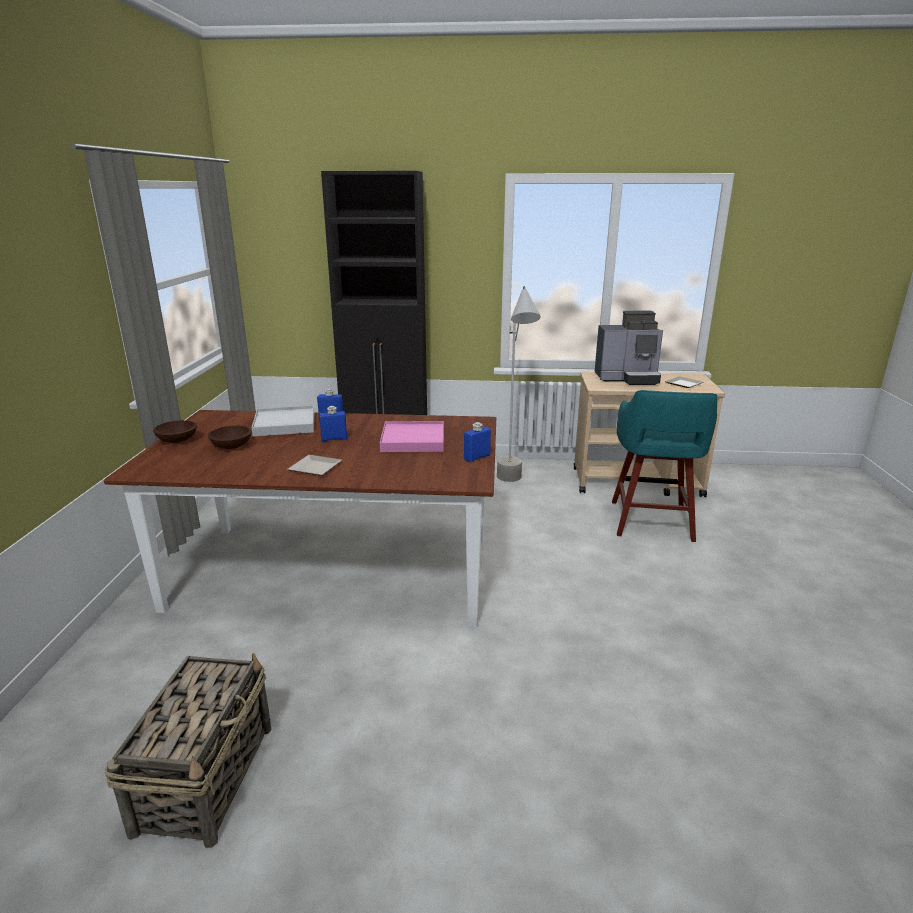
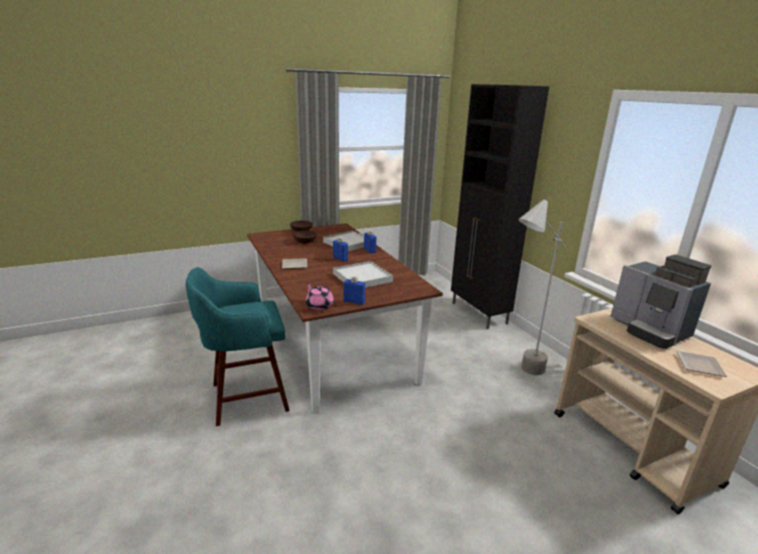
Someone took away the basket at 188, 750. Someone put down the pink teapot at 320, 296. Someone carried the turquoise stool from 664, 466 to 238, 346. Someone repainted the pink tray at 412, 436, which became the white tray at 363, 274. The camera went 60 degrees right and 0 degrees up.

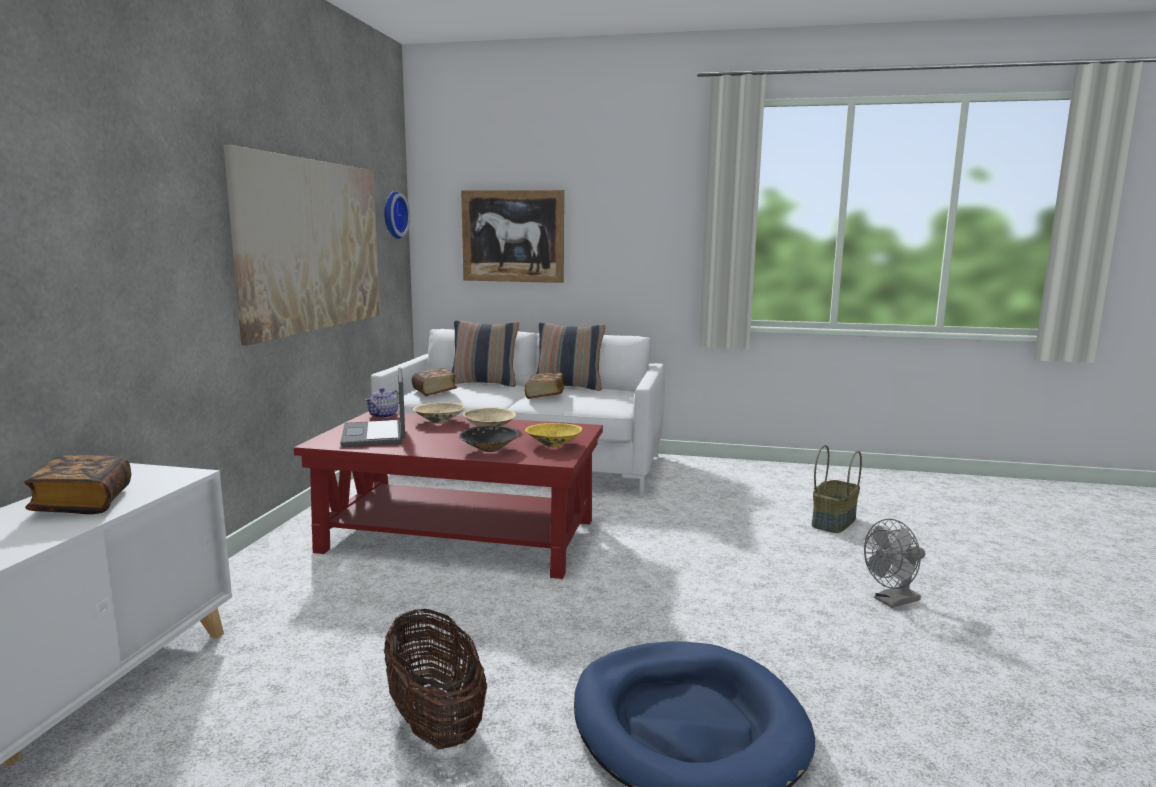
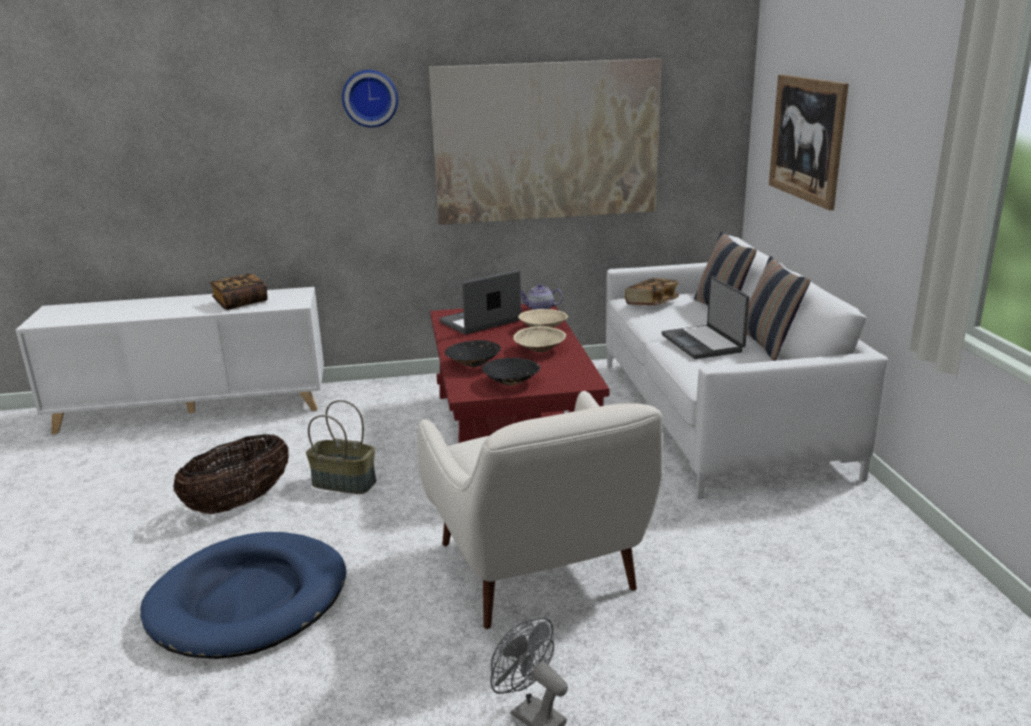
Someone put down the white armchair at 540, 510. Someone carried the wall clock from 397, 215 to 370, 99. Someone carried the basket from 837, 489 to 341, 447. Someone swapped the book at 544, 385 for the laptop at 705, 317. Someone repainted the yellow bowl at 553, 435, which became the black bowl at 511, 372. The camera went 70 degrees right and 10 degrees up.

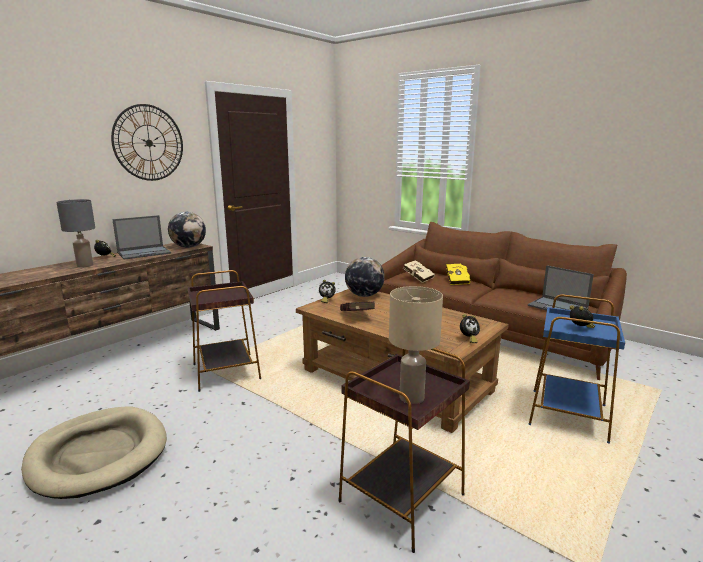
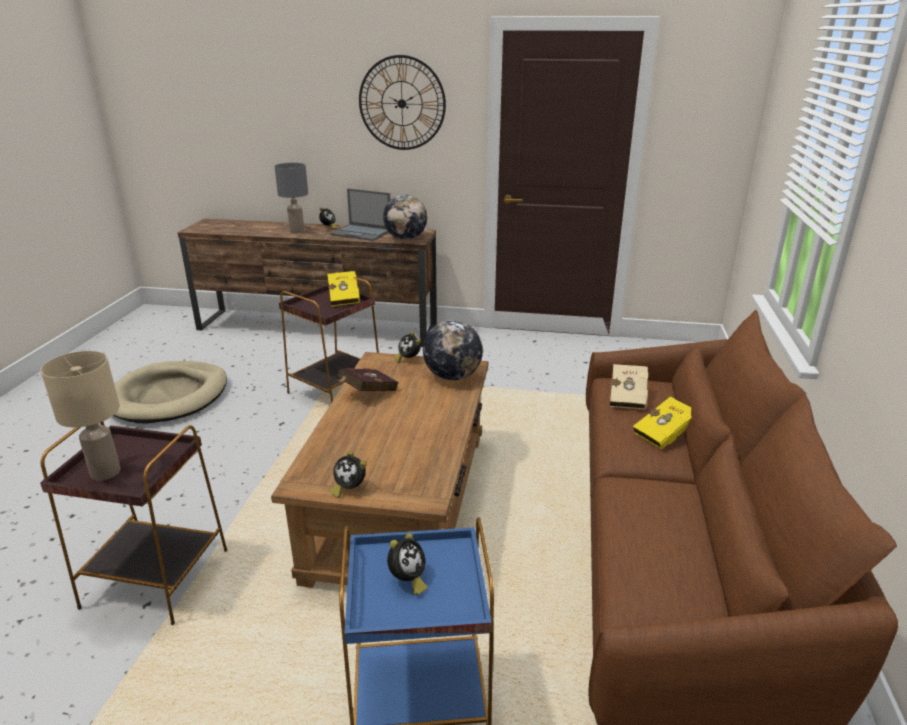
Someone took away the laptop at 561, 288. Someone put down the yellow book at 343, 288. The camera went 60 degrees right and 10 degrees up.

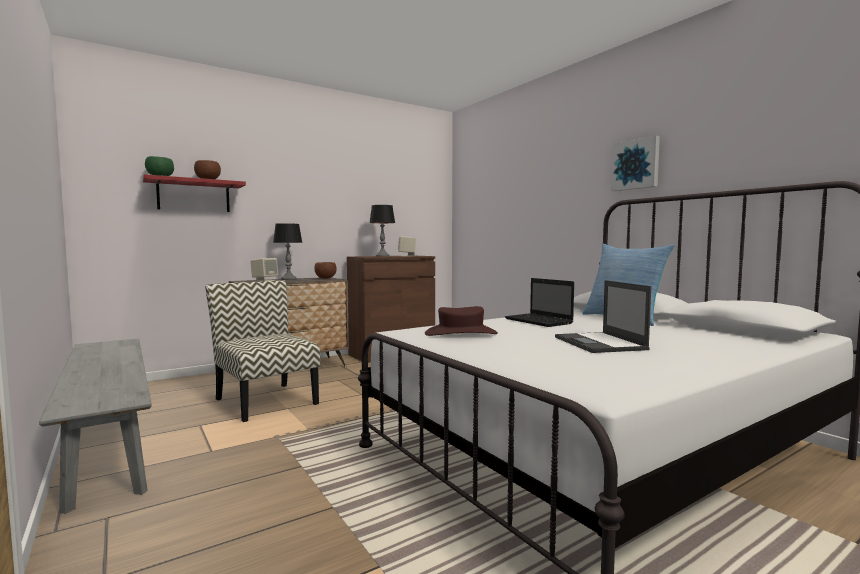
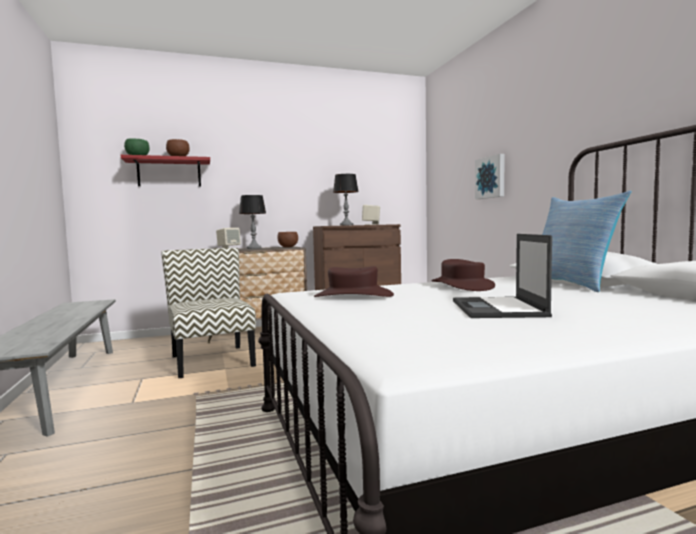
Someone carried the picture from 635, 163 to 490, 176. Someone swapped the laptop at 539, 302 for the brown hat at 463, 275. The camera went 15 degrees right and 0 degrees up.

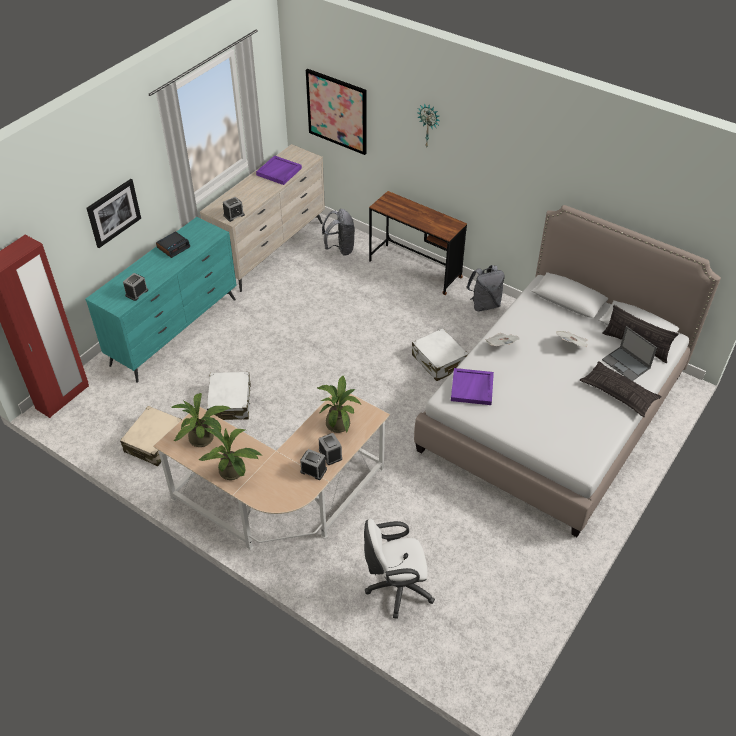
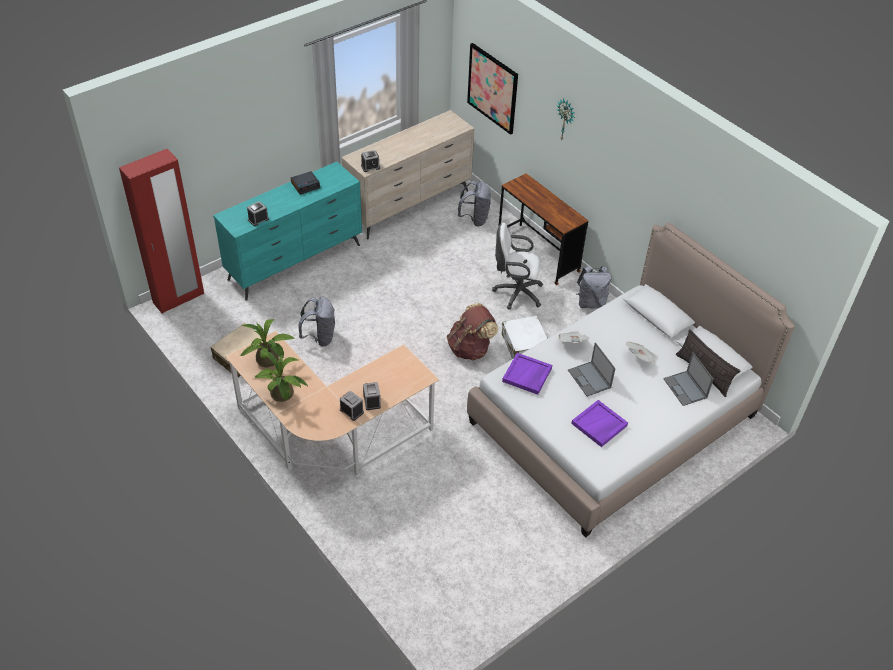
Someone took away the picture at 113, 213. Someone took away the potted plant at 339, 404. Someone took away the pillow at 621, 389. Someone put down the brown backpack at 472, 332. Someone put down the laptop at 592, 369. Someone carried the purple tray from 279, 170 to 599, 423. Someone carried the white office chair from 399, 569 to 517, 266. Someone swapped the white suitcase at 229, 396 for the grey backpack at 317, 322. The camera went 15 degrees right and 0 degrees up.

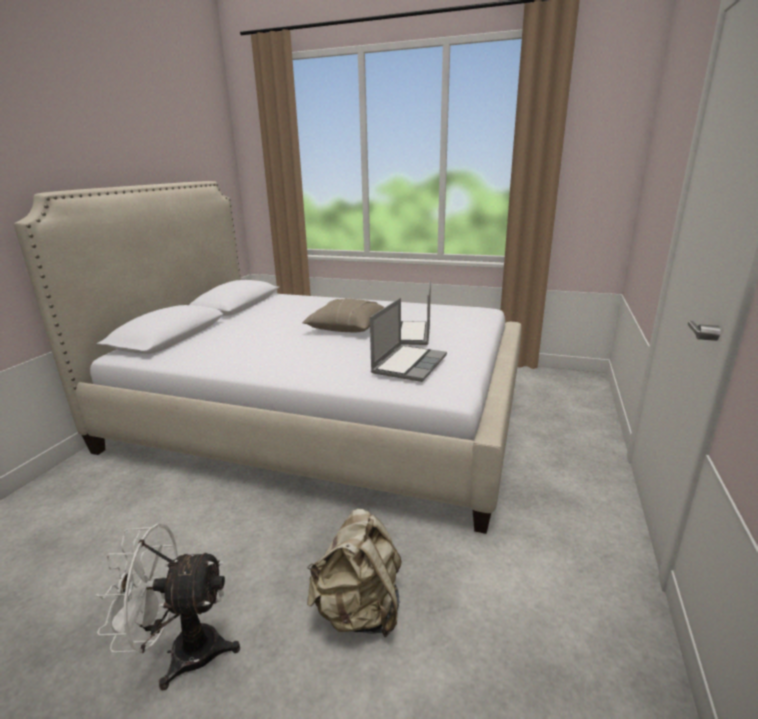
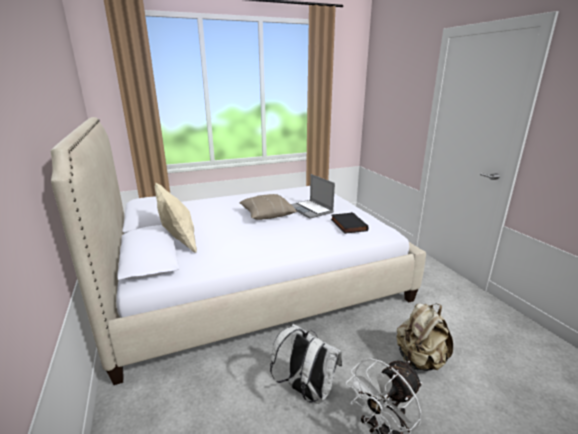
Someone put down the beige pillow at 176, 218. Someone put down the white backpack at 306, 364. Someone swapped the laptop at 408, 340 for the black book at 350, 223. The camera went 40 degrees left and 0 degrees up.

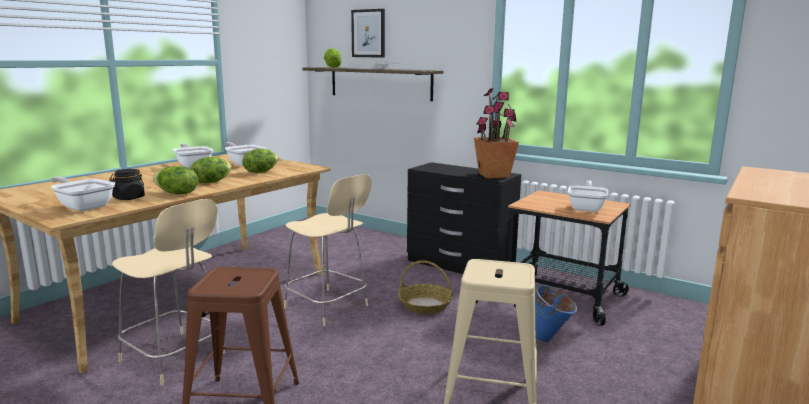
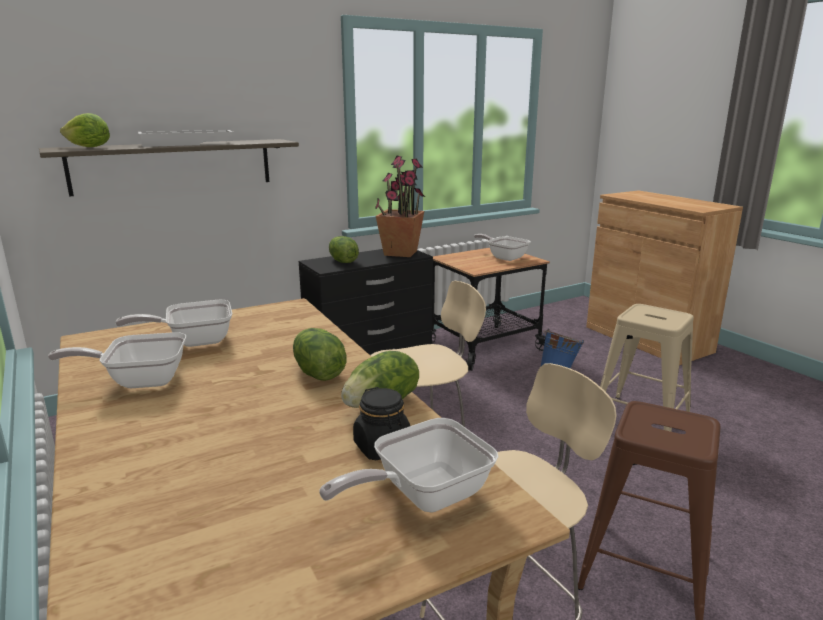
Someone took away the picture at 368, 33. Someone took away the basket at 425, 287. Someone carried the lettuce from 260, 161 to 344, 249. The camera went 65 degrees left and 5 degrees up.

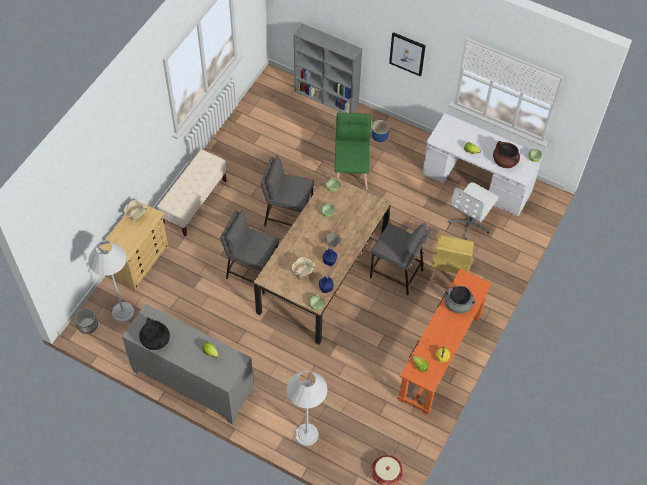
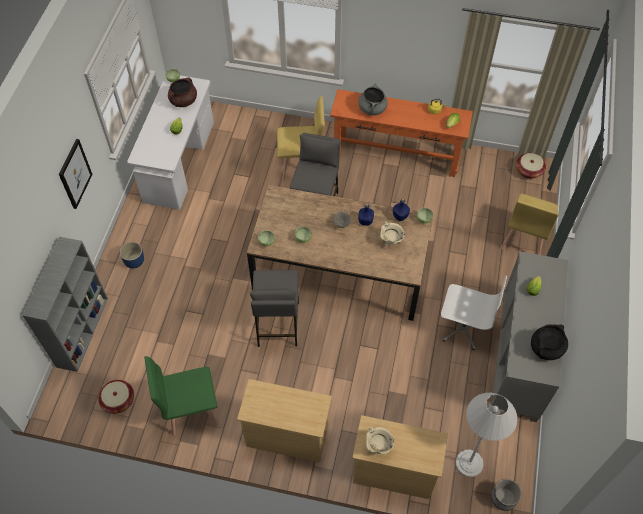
Someone took away the grey stool at 249, 252. Someone put down the basket at 116, 397. Someone carried the green chair from 353, 151 to 181, 396. Someone carried the white office chair from 474, 211 to 474, 312. Someone swapped the beige bench at 192, 193 for the beige dresser at 284, 420. Someone swapped the white floor lamp at 307, 408 for the yellow chair at 530, 224. The camera went 105 degrees left and 0 degrees up.

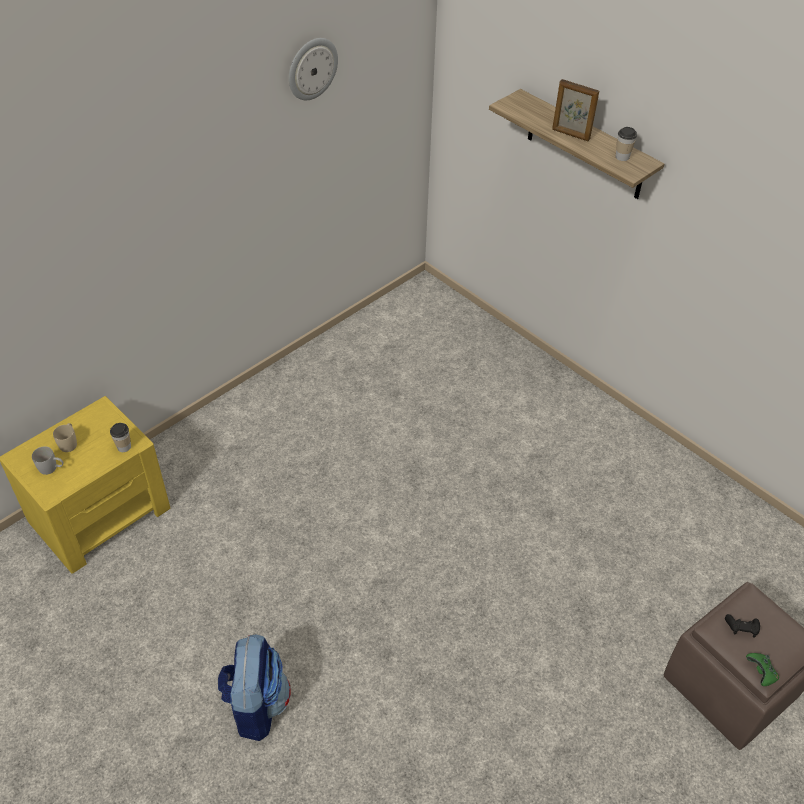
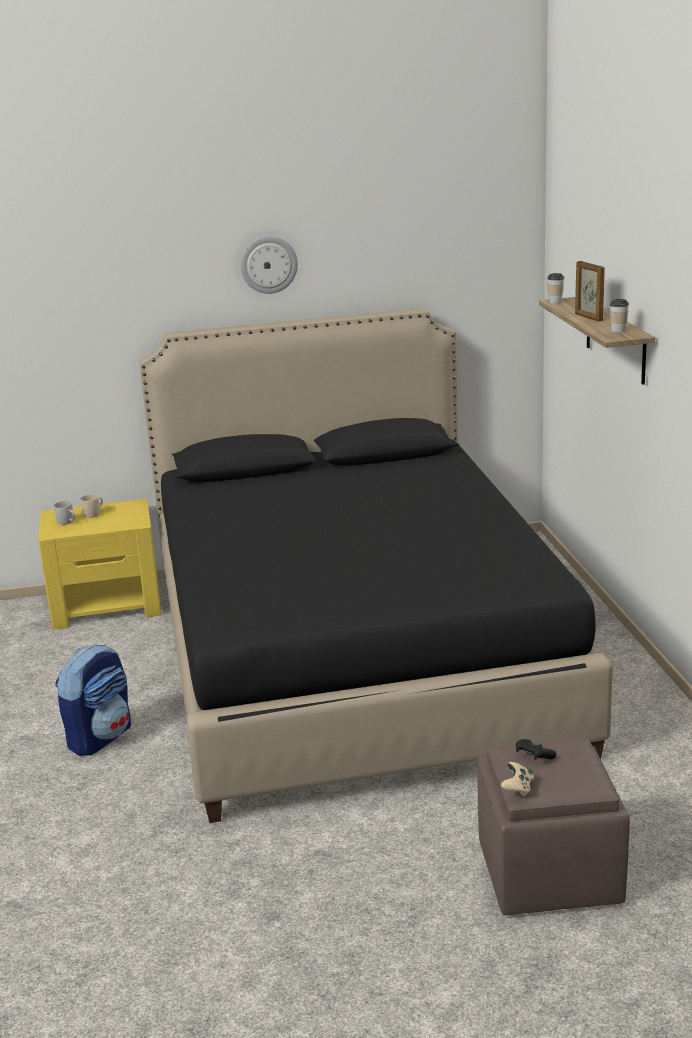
Someone put down the black bed at 376, 565. Someone carried the cup from 120, 437 to 556, 288. Someone carried the wall clock from 313, 69 to 269, 265. Someone repainted the green game controller at 762, 669, which became the beige game controller at 517, 779. The camera went 35 degrees right and 25 degrees down.

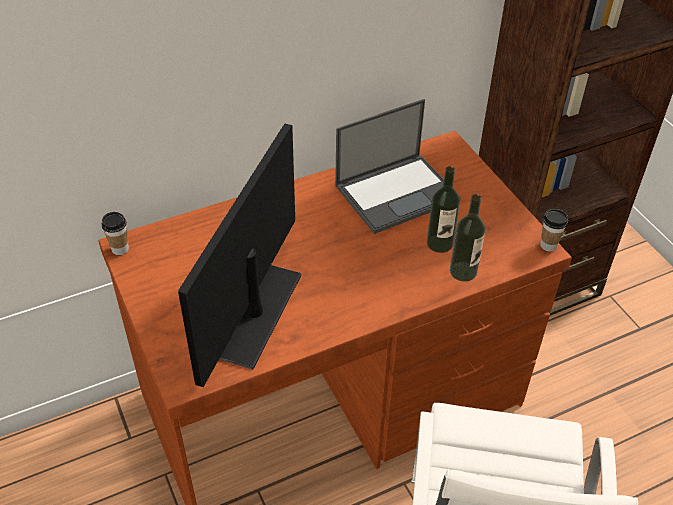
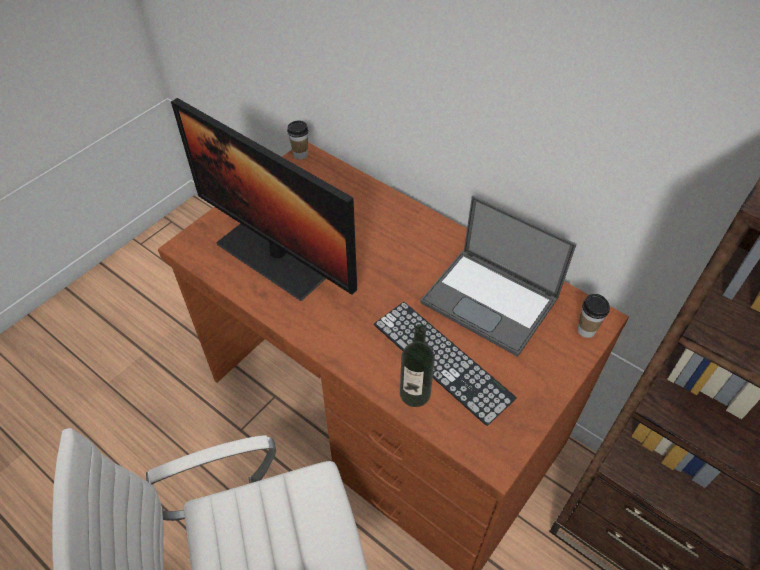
Someone carried the cup from 554, 230 to 593, 316. Someone swapped the bottle at 443, 209 for the keyboard at 445, 364. Someone rotated the monitor at 239, 255 by 135 degrees counterclockwise. The camera went 65 degrees right and 5 degrees up.

